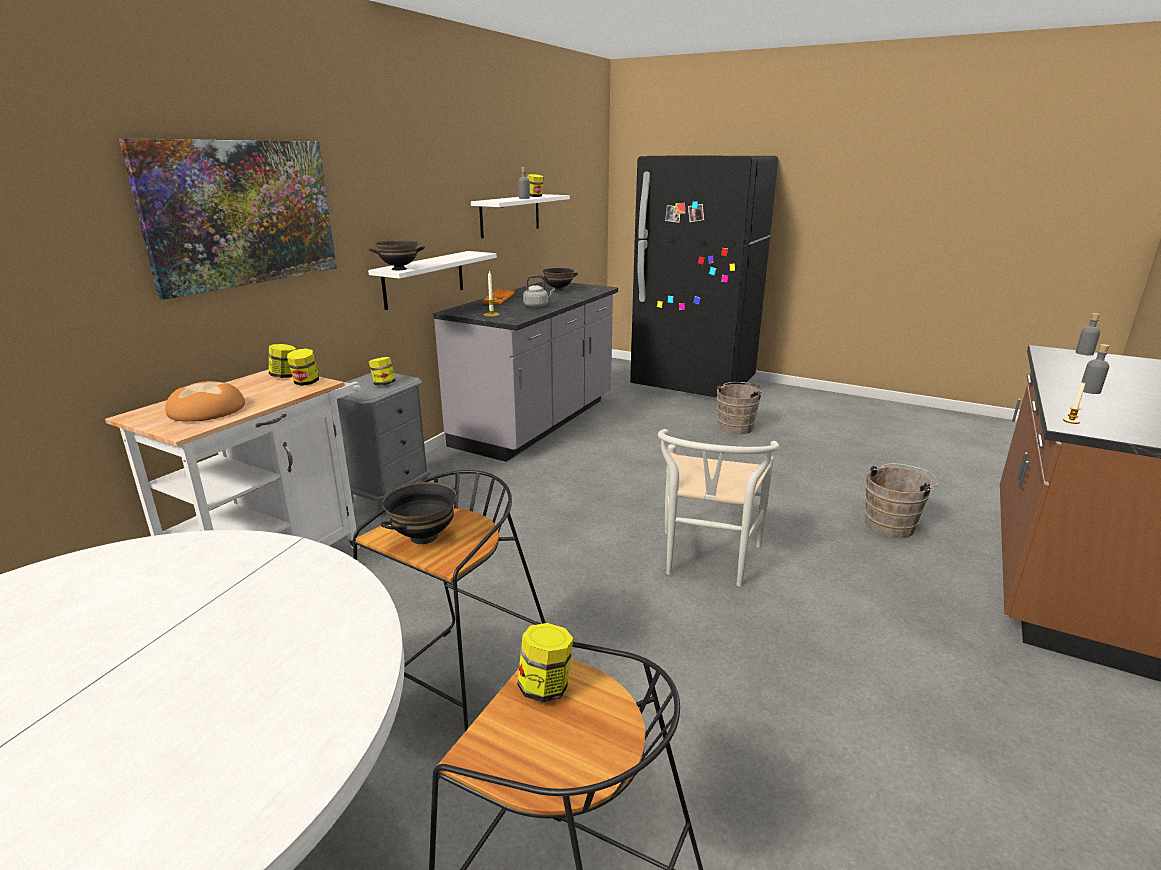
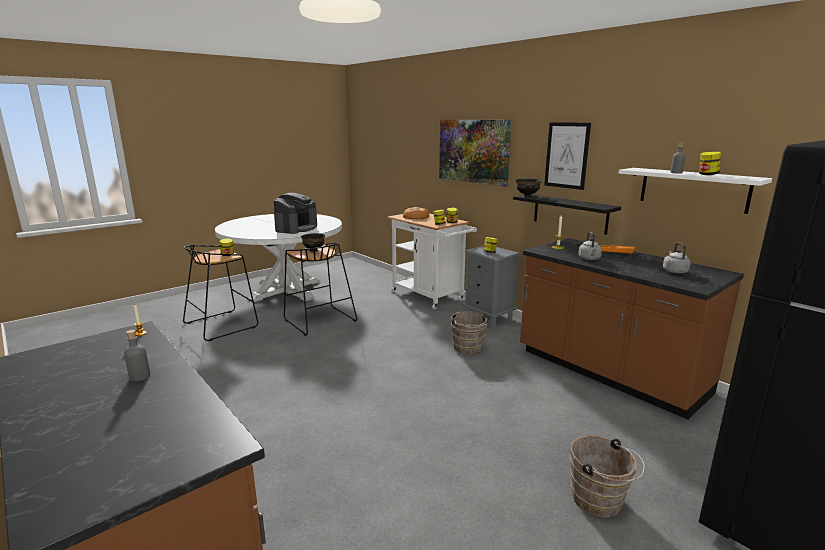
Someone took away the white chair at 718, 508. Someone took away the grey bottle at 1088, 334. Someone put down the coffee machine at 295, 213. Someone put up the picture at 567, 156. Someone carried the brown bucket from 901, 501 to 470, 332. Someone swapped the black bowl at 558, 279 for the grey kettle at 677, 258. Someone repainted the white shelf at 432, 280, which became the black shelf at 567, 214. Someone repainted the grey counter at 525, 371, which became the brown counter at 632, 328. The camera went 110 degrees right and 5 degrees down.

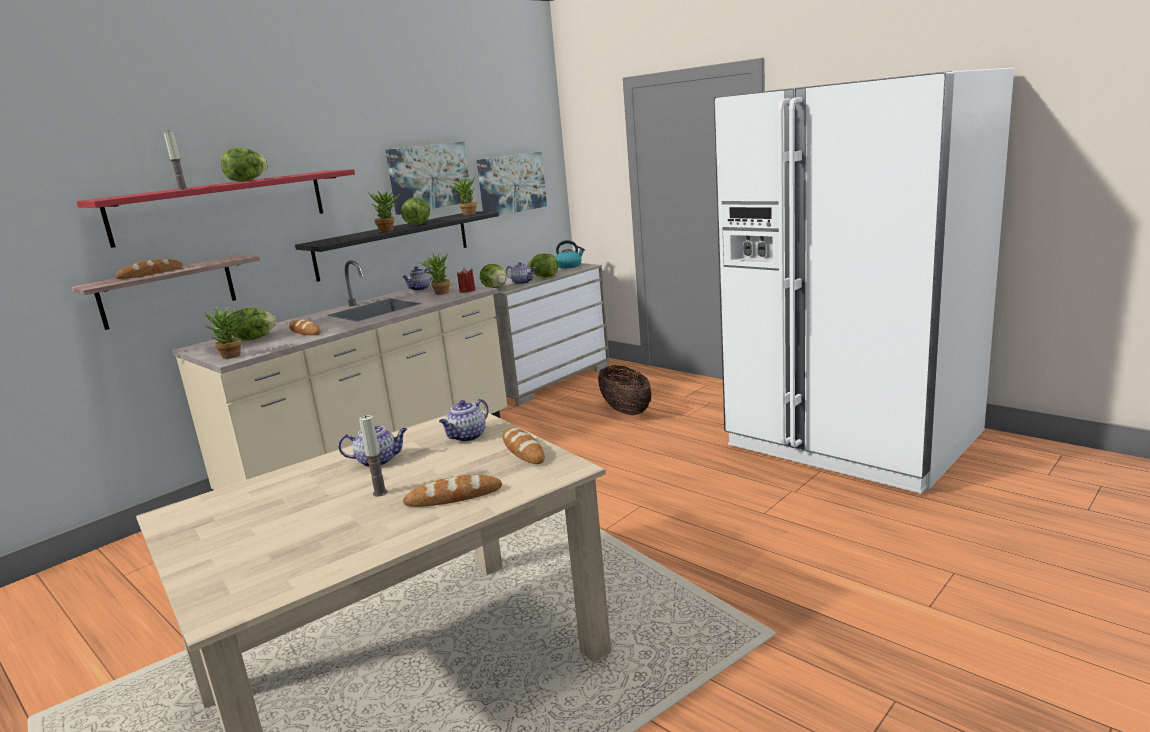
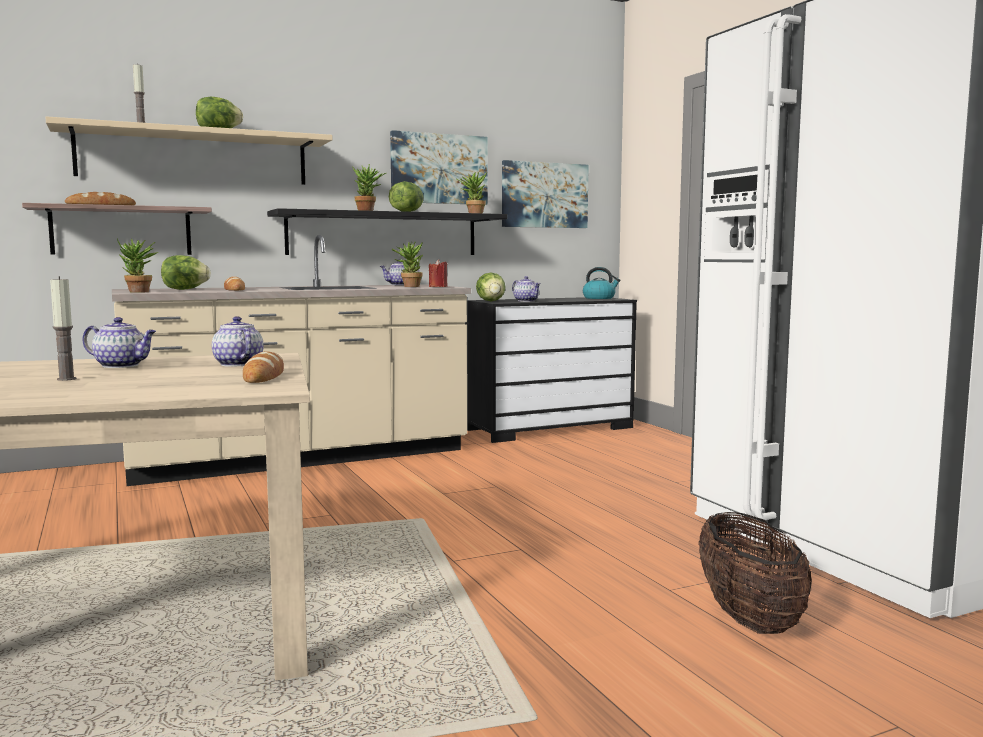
Someone took away the bread at 452, 491. Someone took away the lettuce at 542, 265. Someone carried the basket from 625, 390 to 755, 573. Someone repainted the red shelf at 215, 208, which became the beige shelf at 189, 150. Someone repainted the beige dresser at 544, 334, which became the black dresser at 551, 370. Someone rotated the teapot at 463, 420 by 90 degrees clockwise. The camera went 20 degrees right and 10 degrees down.

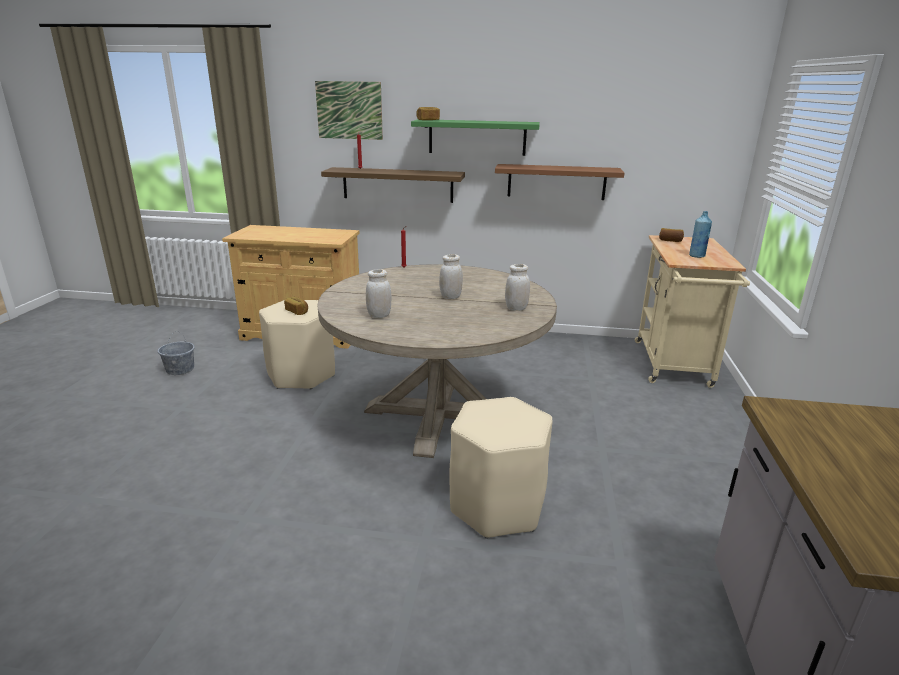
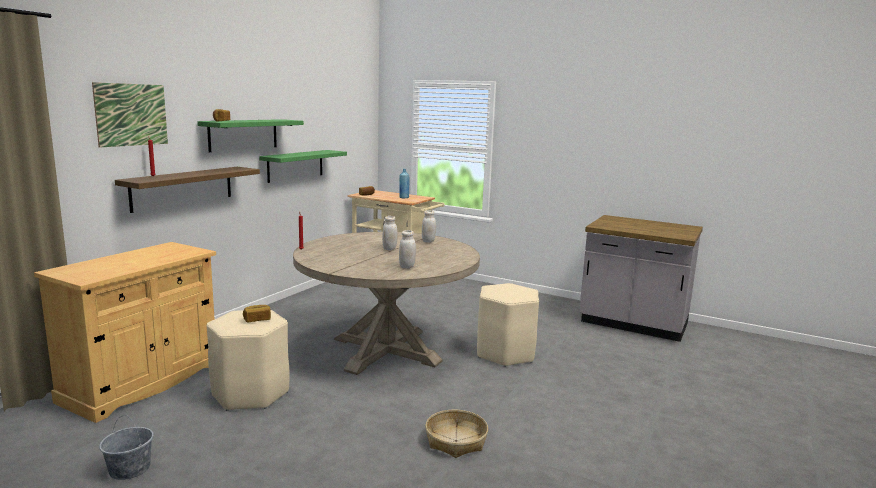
Someone put down the basket at 456, 434. Someone repainted the brown shelf at 559, 182, which became the green shelf at 303, 166. The camera went 70 degrees left and 10 degrees down.

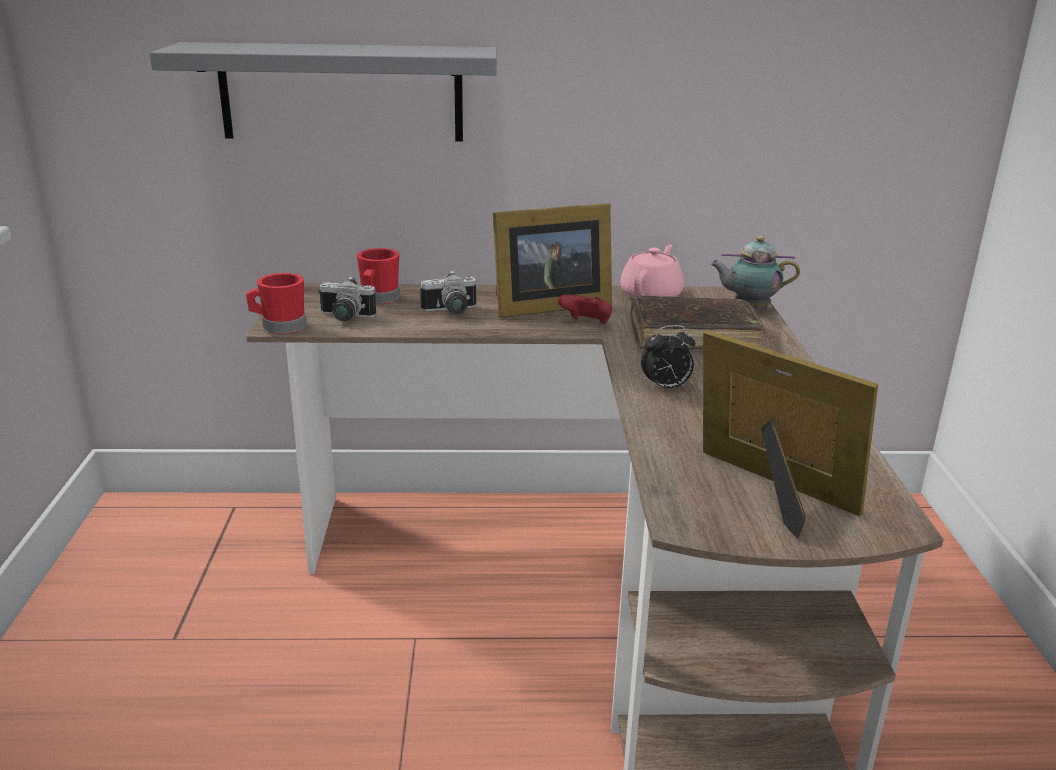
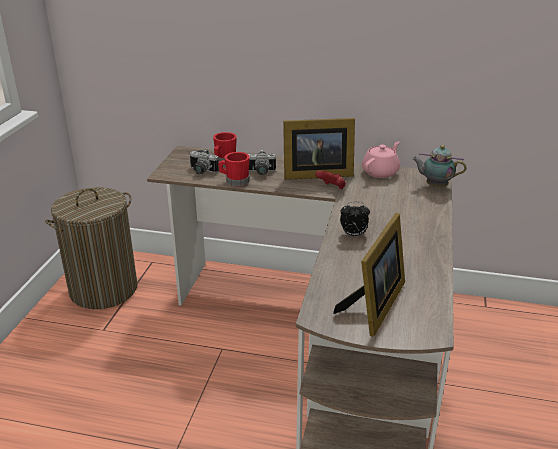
Someone took away the grey shelf at 323, 92. Someone took away the brown book at 697, 322. Someone put down the laundry basket at 91, 248. Someone carried the red mug from 276, 303 to 234, 169. Someone rotated the picture frame at 790, 434 by 60 degrees clockwise. The camera went 15 degrees right and 5 degrees up.

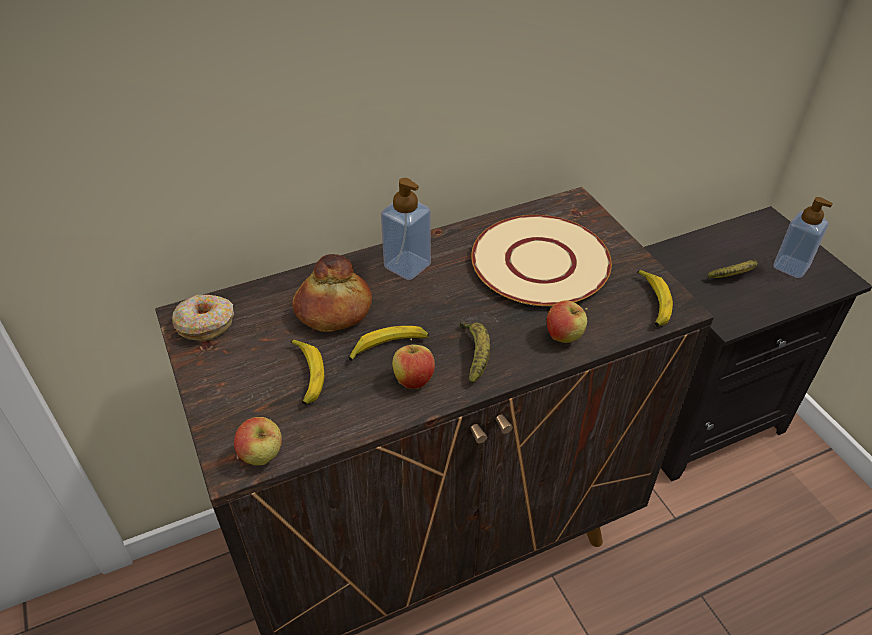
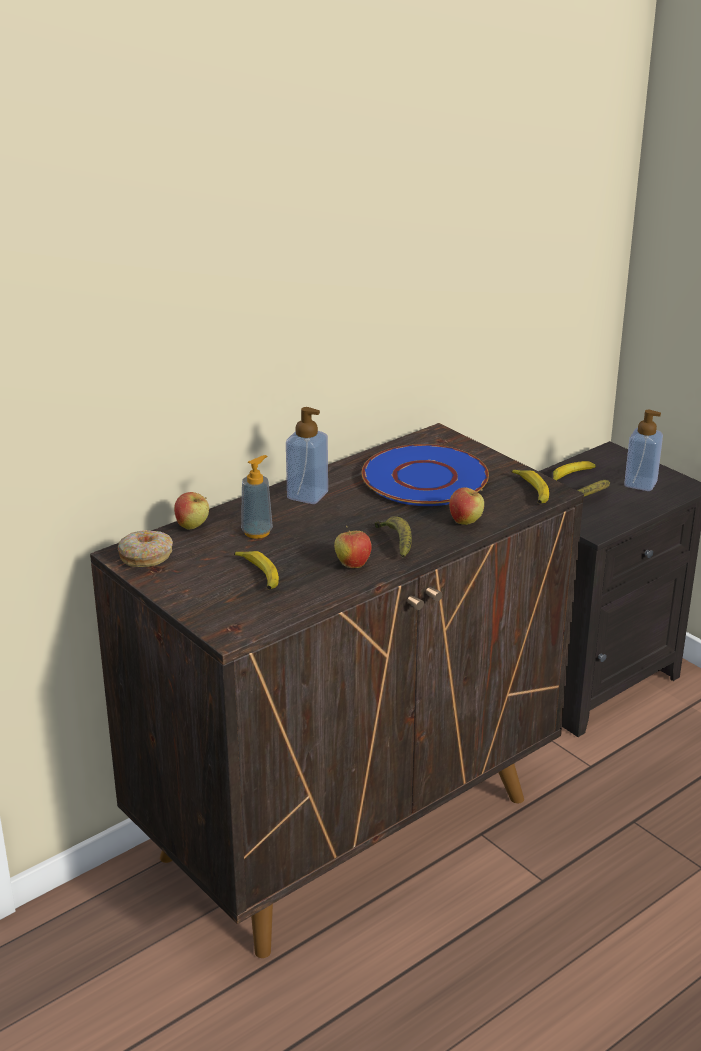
Someone carried the apple from 258, 441 to 191, 511. Someone carried the banana from 389, 343 to 574, 470. Someone swapped the bread at 332, 293 for the soap dispenser at 257, 497. Someone repainted the beige plate at 541, 260, which became the blue plate at 425, 475. The camera went 15 degrees left and 15 degrees down.

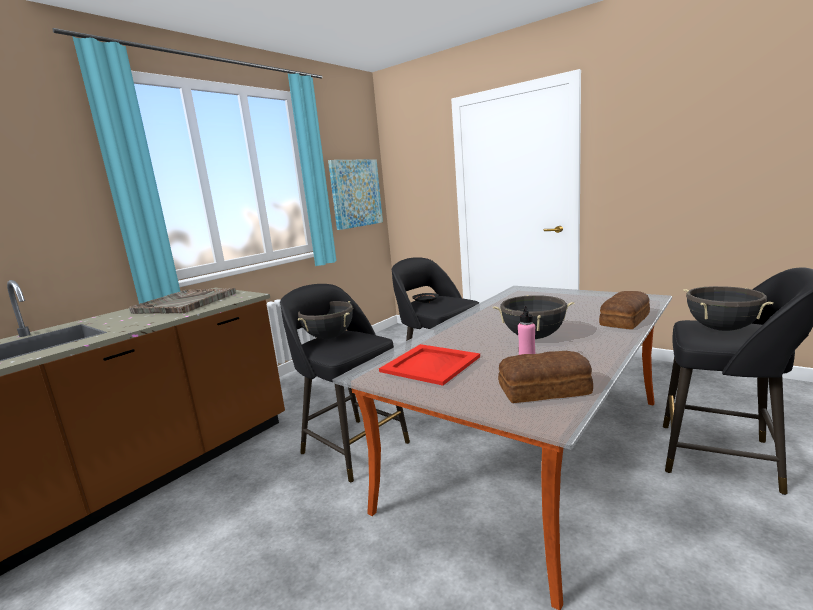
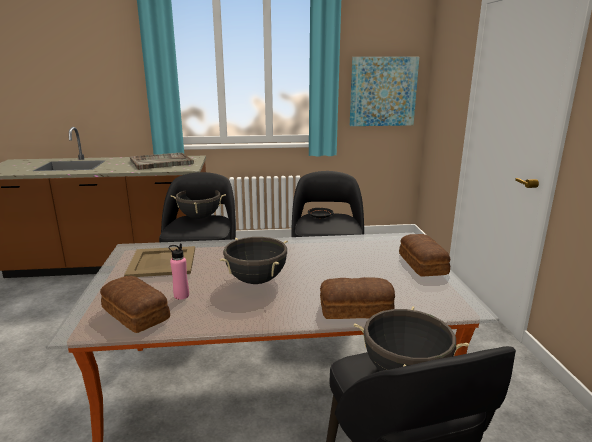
Someone put down the bread at 424, 255. Someone repainted the red tray at 429, 365, which became the beige tray at 159, 261. The camera went 45 degrees right and 5 degrees up.

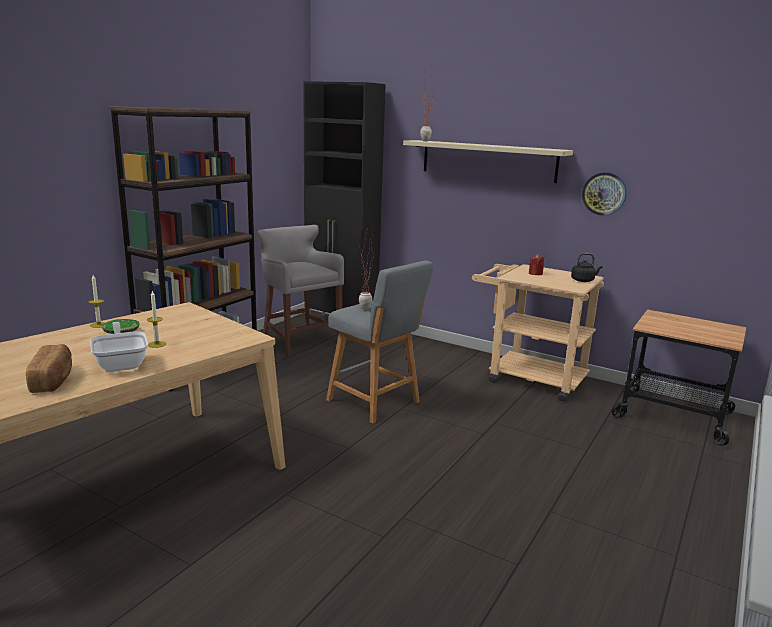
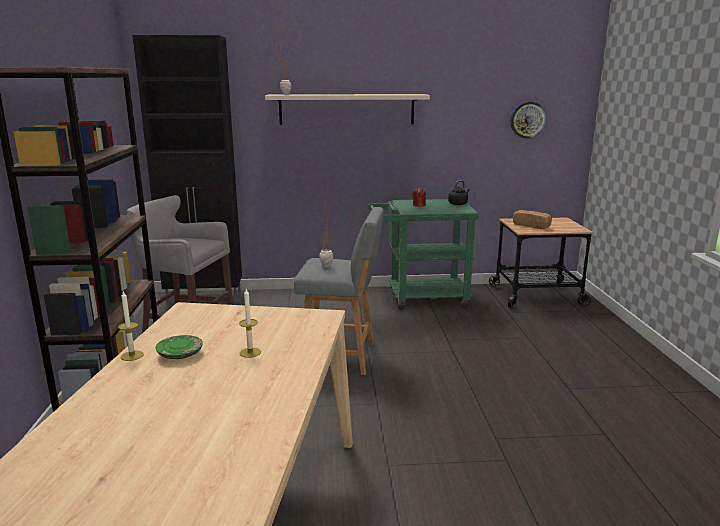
Someone took away the frying pan at 119, 347. Someone carried the bread from 49, 368 to 532, 219. Someone carried the wall clock from 604, 194 to 528, 120. Someone repainted the beige cart at 538, 332, which became the green cart at 423, 254. The camera went 35 degrees left and 0 degrees up.

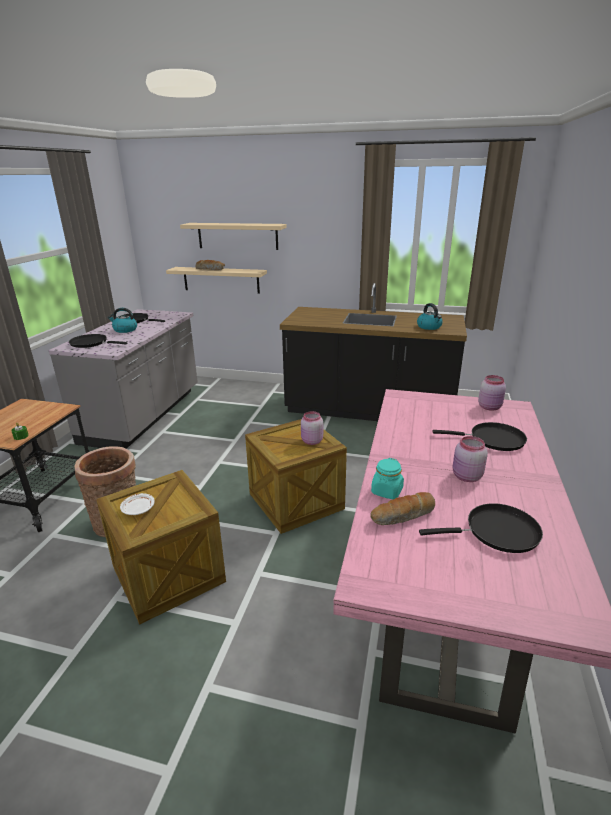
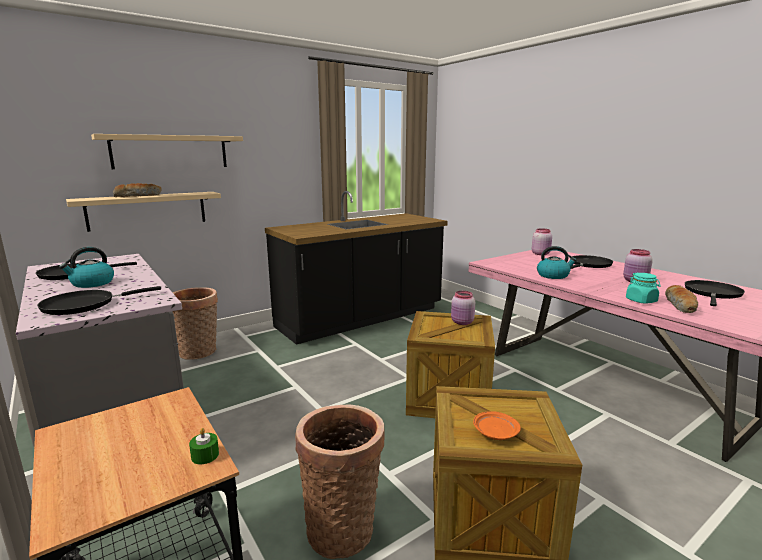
Someone put down the basket at 195, 323. Someone carried the kettle from 430, 316 to 557, 262. Someone repainted the white plate at 137, 504, which became the orange plate at 497, 425. The camera went 50 degrees left and 10 degrees down.

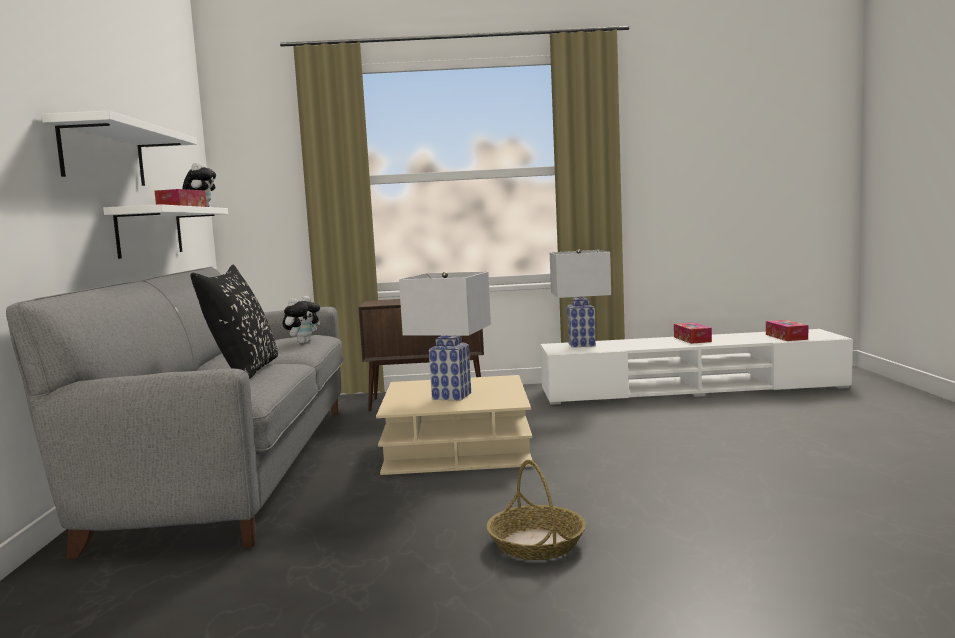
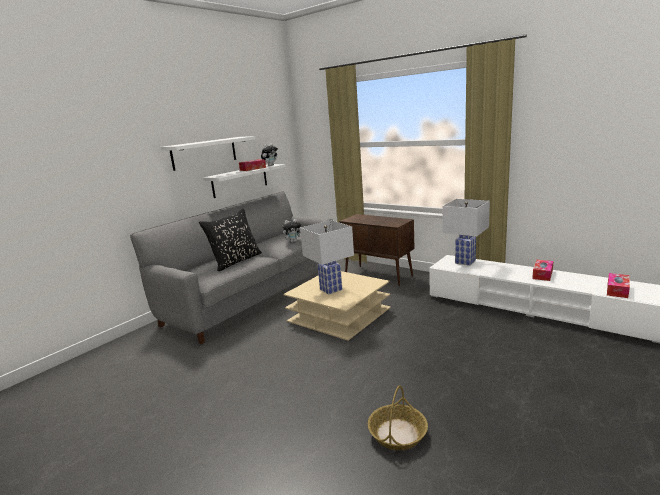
Someone carried the basket from 536, 510 to 398, 417. The camera went 40 degrees right and 10 degrees up.

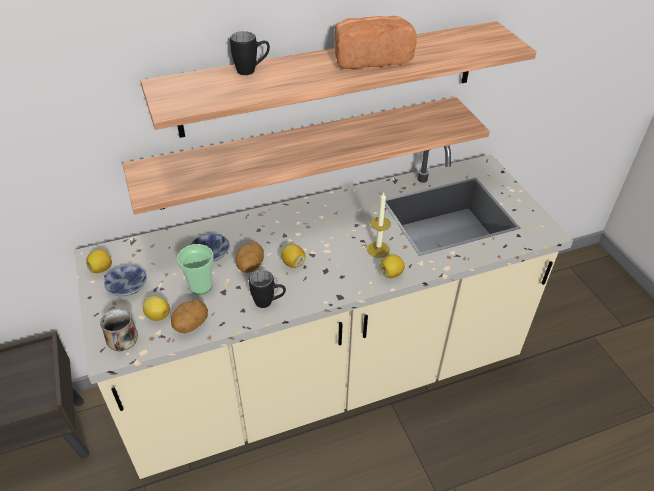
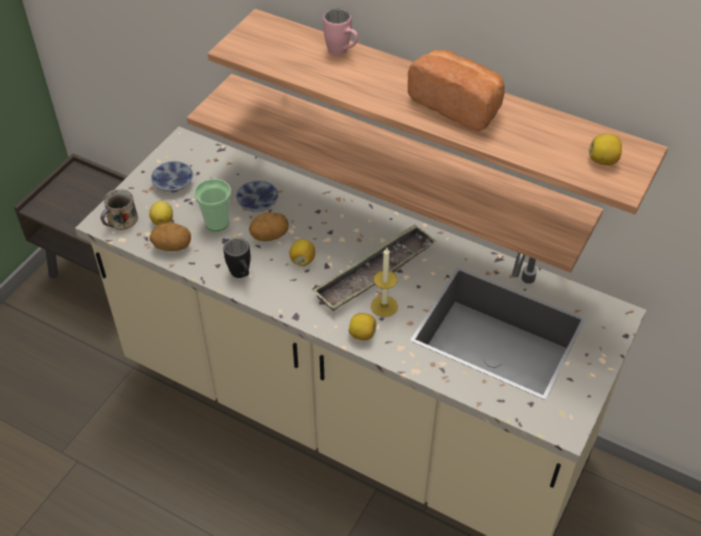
Someone put down the tray at 374, 267. Someone carried the lemon from 99, 261 to 605, 149. Someone repainted the black mug at 250, 53, which became the pink mug at 340, 32. The camera went 50 degrees right and 5 degrees up.

